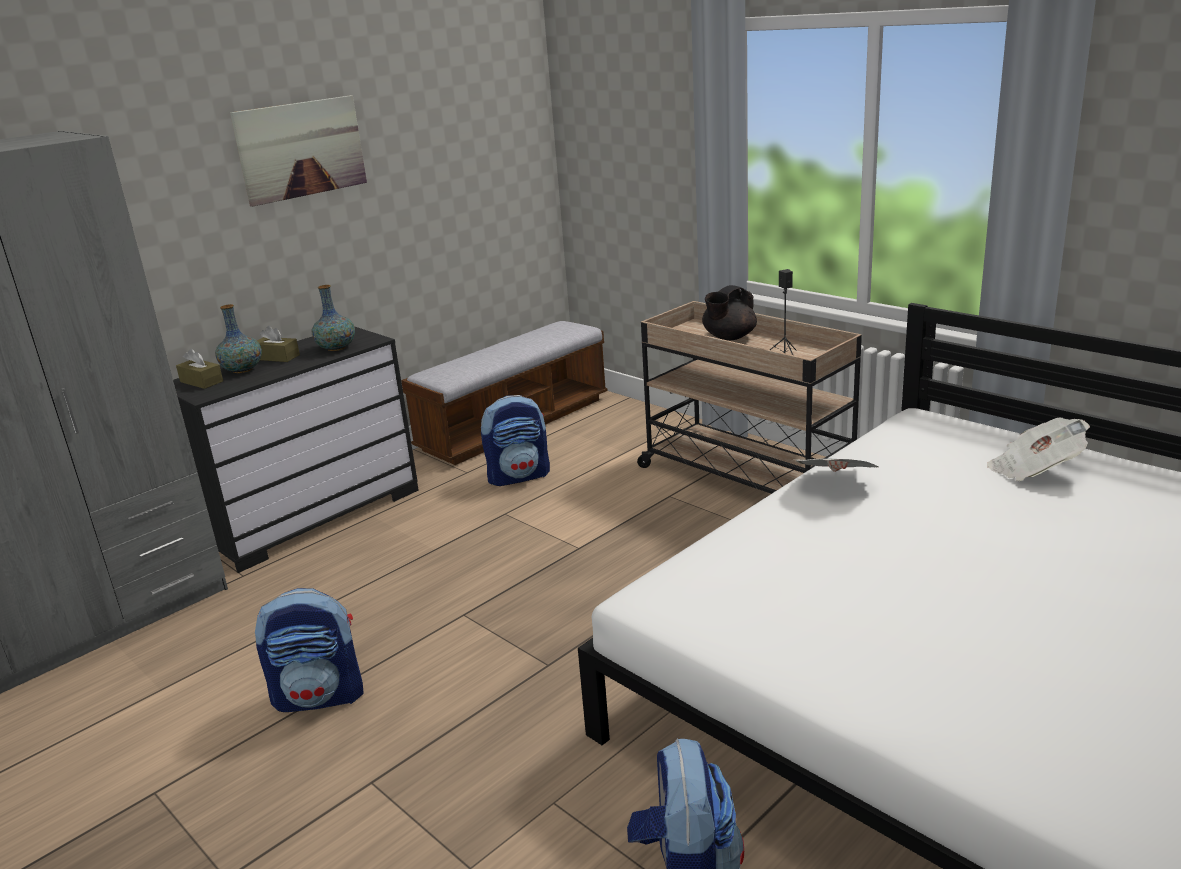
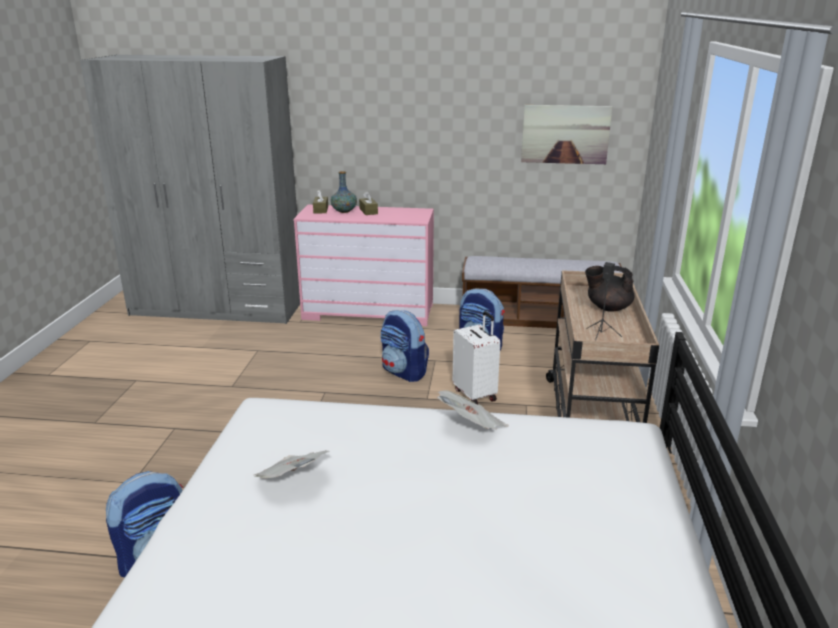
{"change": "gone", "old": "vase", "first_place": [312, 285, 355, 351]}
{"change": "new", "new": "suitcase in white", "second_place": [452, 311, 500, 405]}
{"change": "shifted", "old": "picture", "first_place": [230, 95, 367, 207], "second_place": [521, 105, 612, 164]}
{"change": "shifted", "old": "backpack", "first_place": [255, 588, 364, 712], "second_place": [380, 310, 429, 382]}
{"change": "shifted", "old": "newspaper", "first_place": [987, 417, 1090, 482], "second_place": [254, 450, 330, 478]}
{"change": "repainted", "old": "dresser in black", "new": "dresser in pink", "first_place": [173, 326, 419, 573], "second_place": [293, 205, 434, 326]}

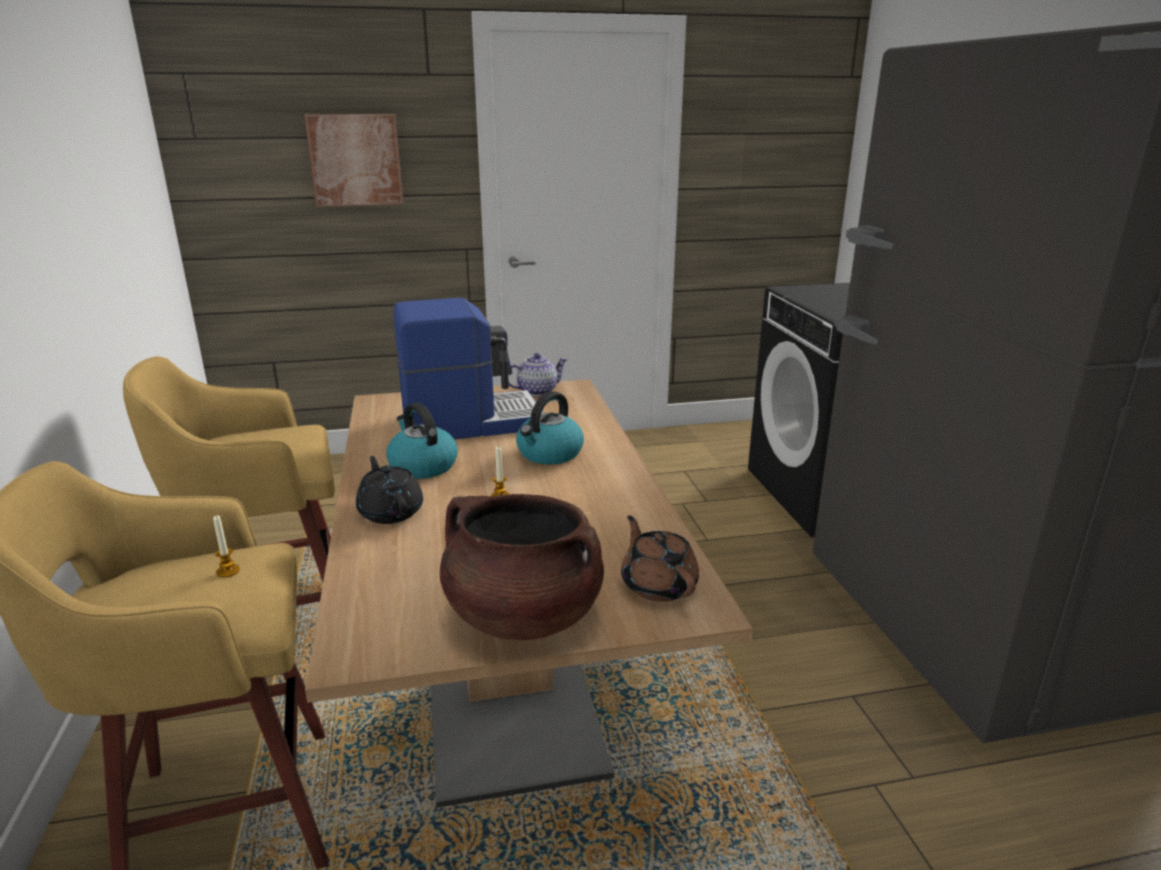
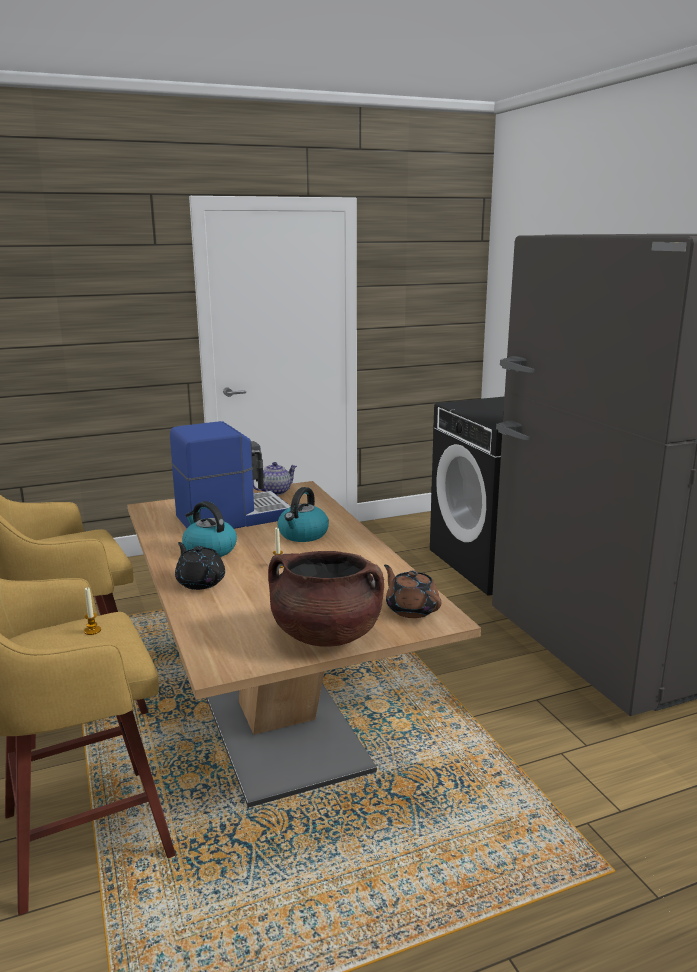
{"change": "gone", "old": "picture", "first_place": [304, 114, 403, 207]}

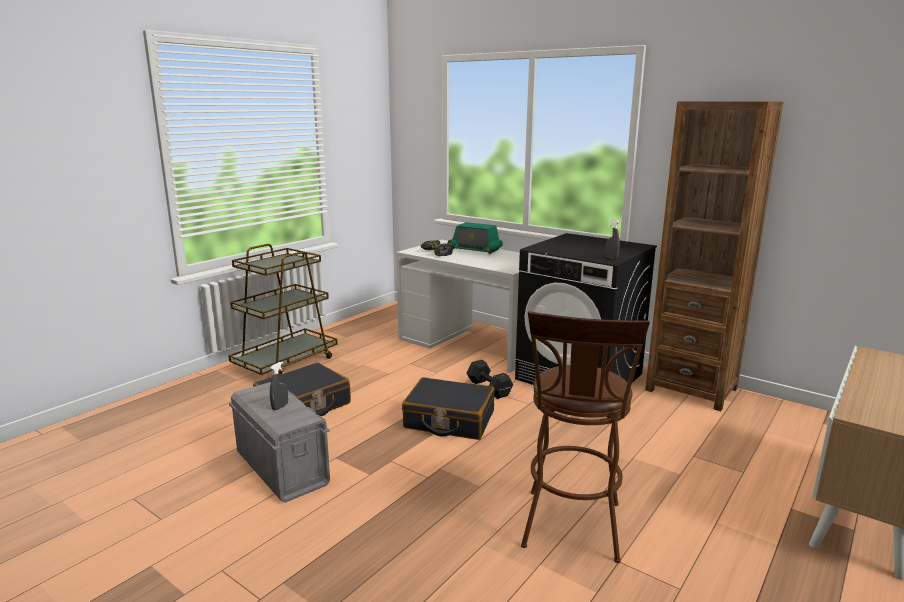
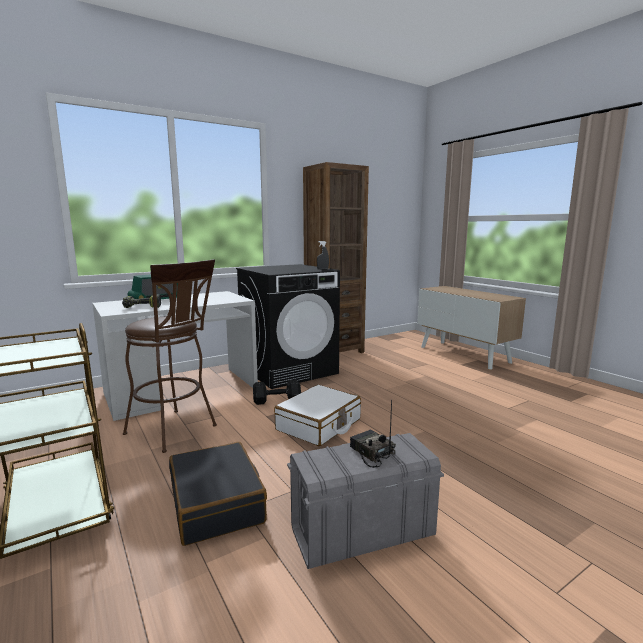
{"change": "shifted", "old": "stool in brown", "first_place": [521, 311, 650, 563], "second_place": [123, 259, 217, 453]}
{"change": "swapped", "old": "spray bottle in grey", "new": "radio", "first_place": [270, 361, 288, 410], "second_place": [350, 400, 396, 468]}
{"change": "repainted", "old": "suitcase in black", "new": "suitcase in white", "first_place": [402, 377, 495, 440], "second_place": [274, 385, 361, 446]}

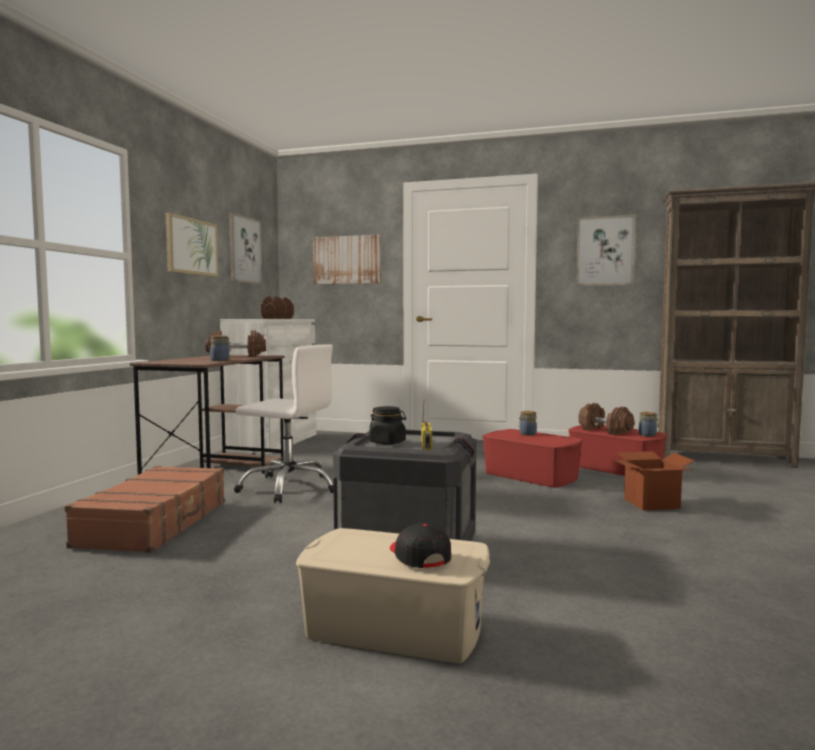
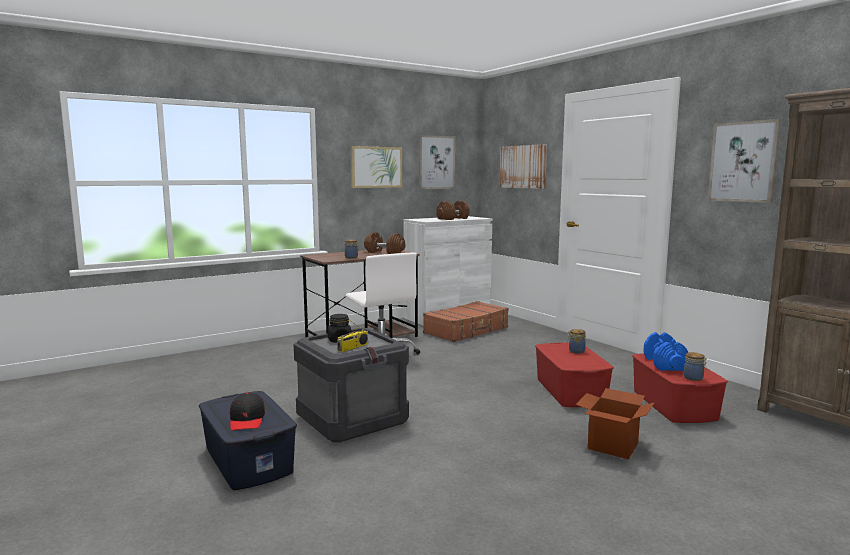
{"change": "shifted", "old": "suitcase in brown", "first_place": [65, 466, 225, 553], "second_place": [423, 301, 509, 342]}
{"change": "repainted", "old": "storage box in beige", "new": "storage box in blue", "first_place": [296, 528, 490, 663], "second_place": [199, 391, 297, 490]}
{"change": "repainted", "old": "dumbbell in brown", "new": "dumbbell in blue", "first_place": [578, 403, 634, 435], "second_place": [643, 332, 688, 371]}
{"change": "rotated", "old": "cap in black", "first_place": [390, 523, 451, 568], "second_place": [230, 393, 265, 430], "degrees": 150}

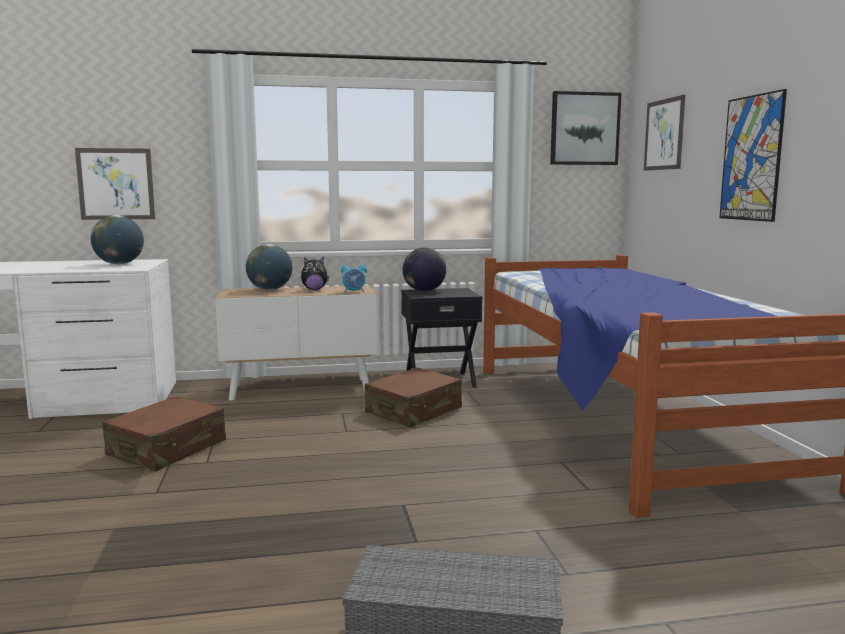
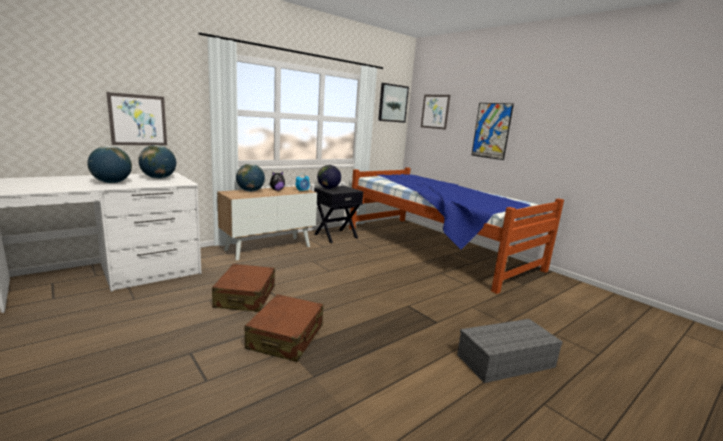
{"change": "new", "new": "globe", "second_place": [87, 146, 132, 183]}
{"change": "shifted", "old": "suitcase in brown", "first_place": [365, 368, 462, 428], "second_place": [245, 294, 324, 362]}

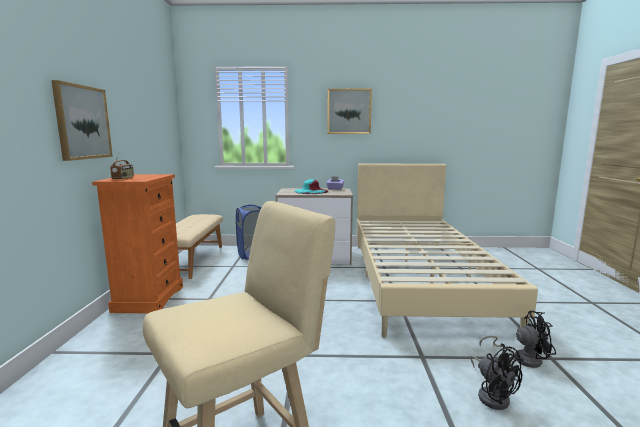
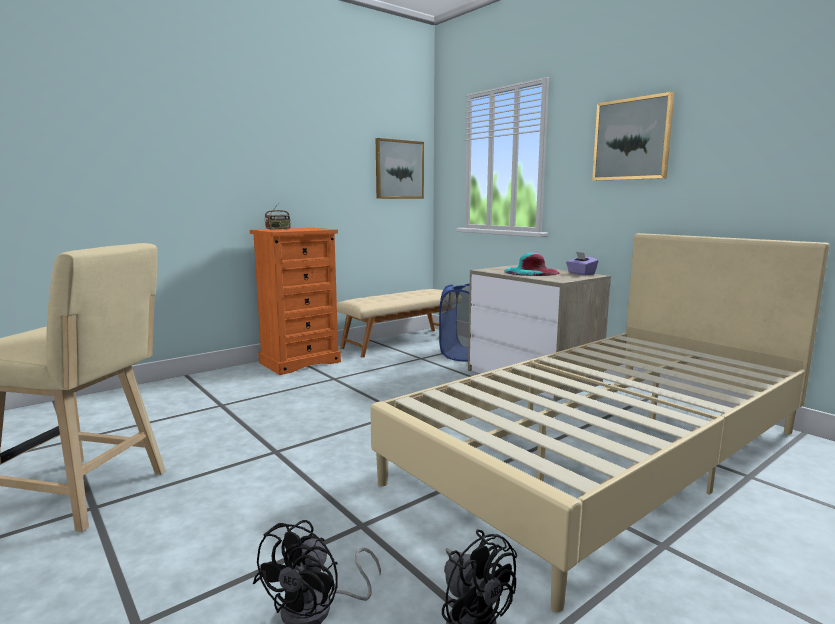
{"change": "shifted", "old": "picture", "first_place": [51, 80, 113, 161], "second_place": [376, 138, 424, 199]}

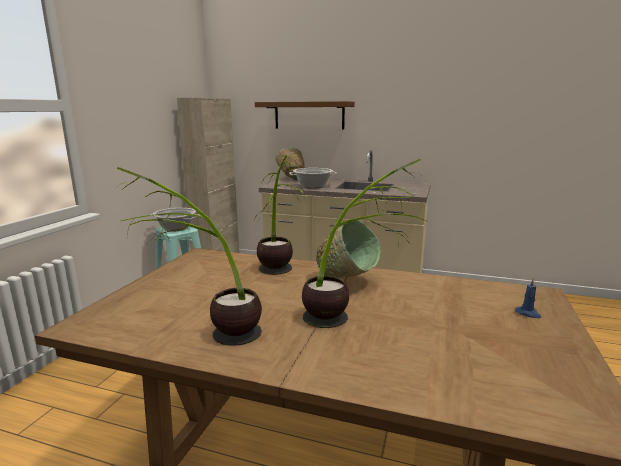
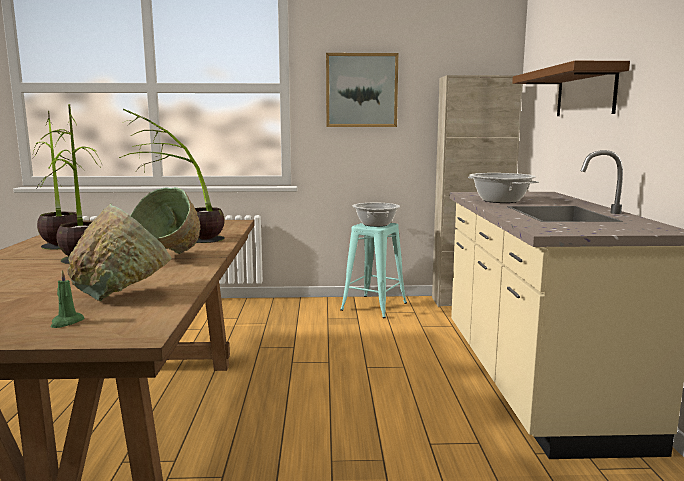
{"change": "new", "new": "picture", "second_place": [326, 53, 398, 127]}
{"change": "shifted", "old": "bowl in green", "first_place": [275, 148, 305, 180], "second_place": [67, 204, 172, 301]}
{"change": "repainted", "old": "candle in blue", "new": "candle in green", "first_place": [515, 279, 541, 318], "second_place": [51, 270, 84, 328]}

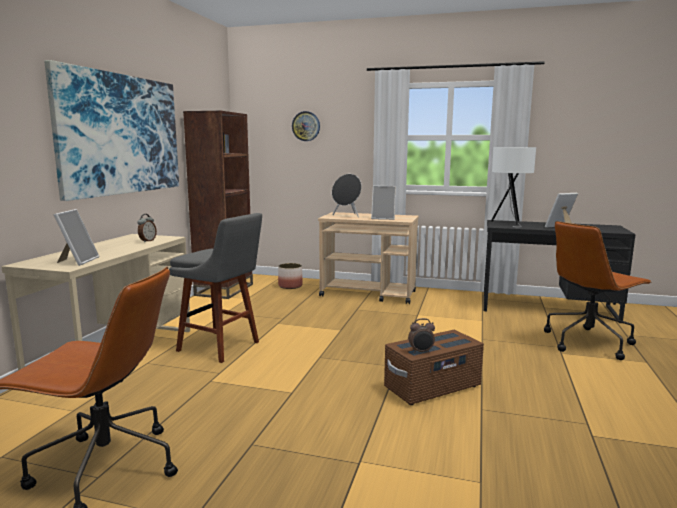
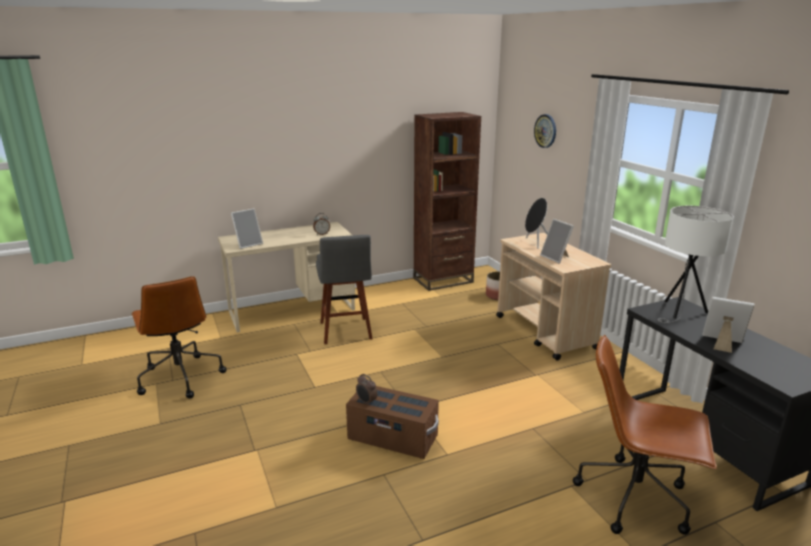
{"change": "gone", "old": "picture", "first_place": [44, 60, 179, 201]}

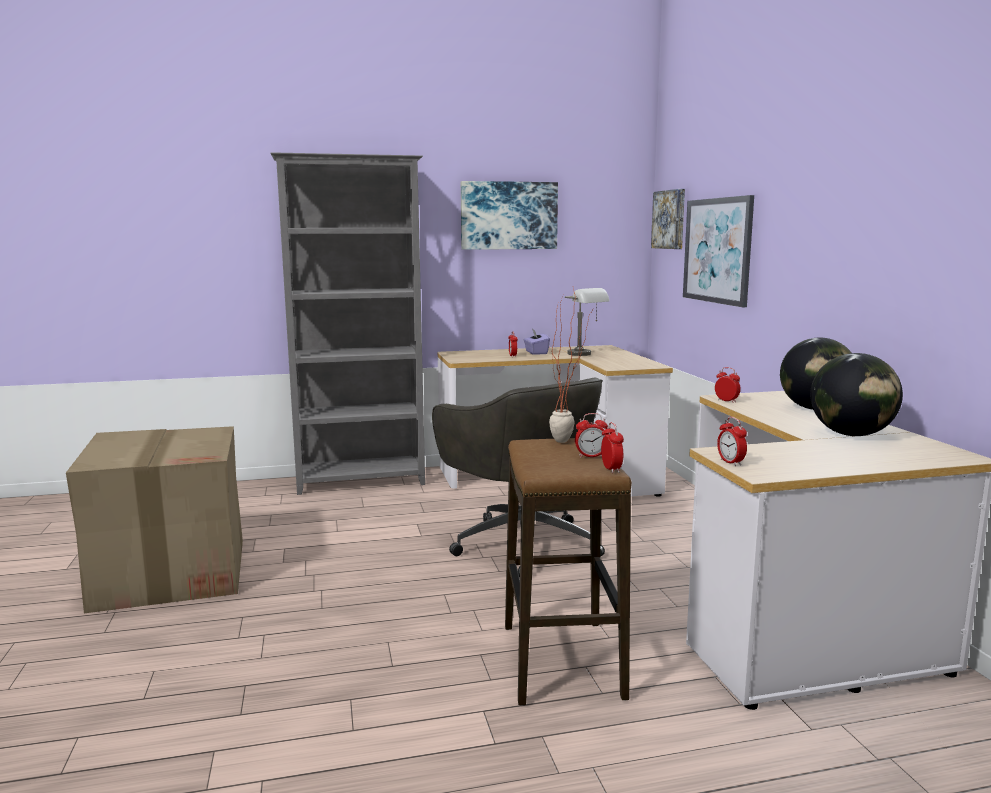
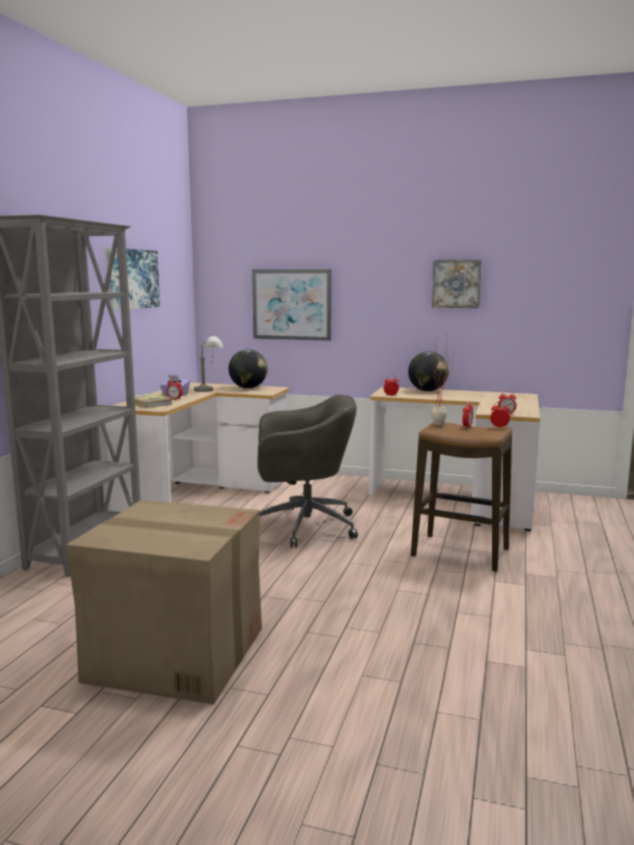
{"change": "new", "new": "book", "second_place": [135, 393, 173, 408]}
{"change": "shifted", "old": "picture", "first_place": [651, 189, 685, 249], "second_place": [432, 260, 482, 308]}
{"change": "shifted", "old": "globe", "first_place": [810, 353, 903, 436], "second_place": [229, 349, 267, 388]}

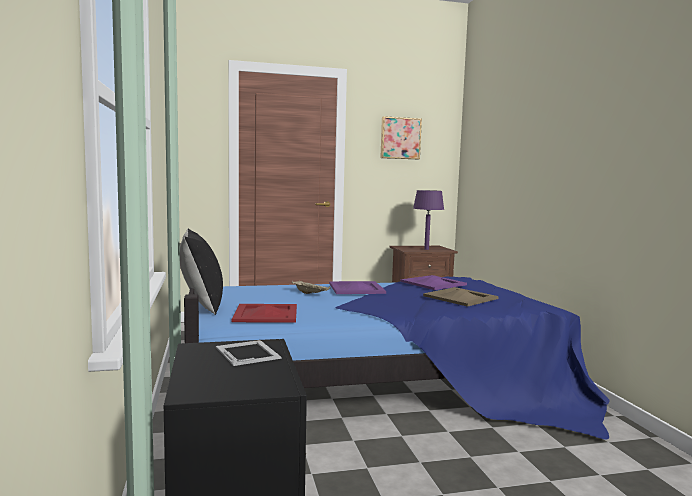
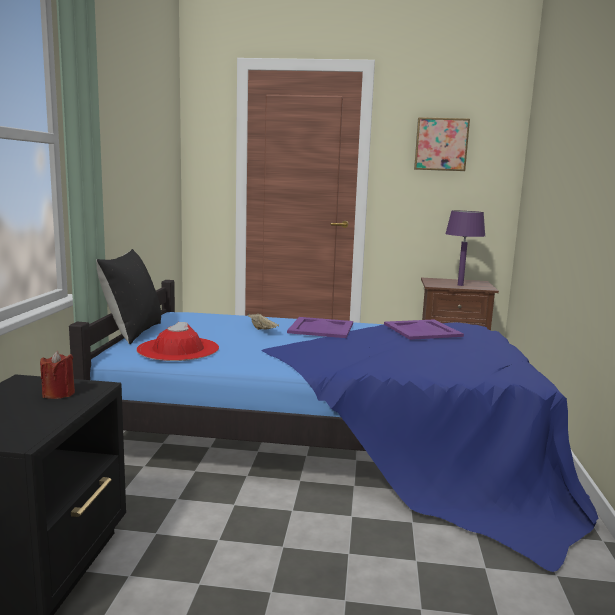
{"change": "gone", "old": "tray in beige", "first_place": [423, 287, 499, 307]}
{"change": "swapped", "old": "picture frame", "new": "candle in red", "first_place": [216, 340, 281, 366], "second_place": [40, 351, 75, 399]}
{"change": "swapped", "old": "tray in red", "new": "hat in red", "first_place": [232, 304, 297, 323], "second_place": [136, 322, 219, 361]}

